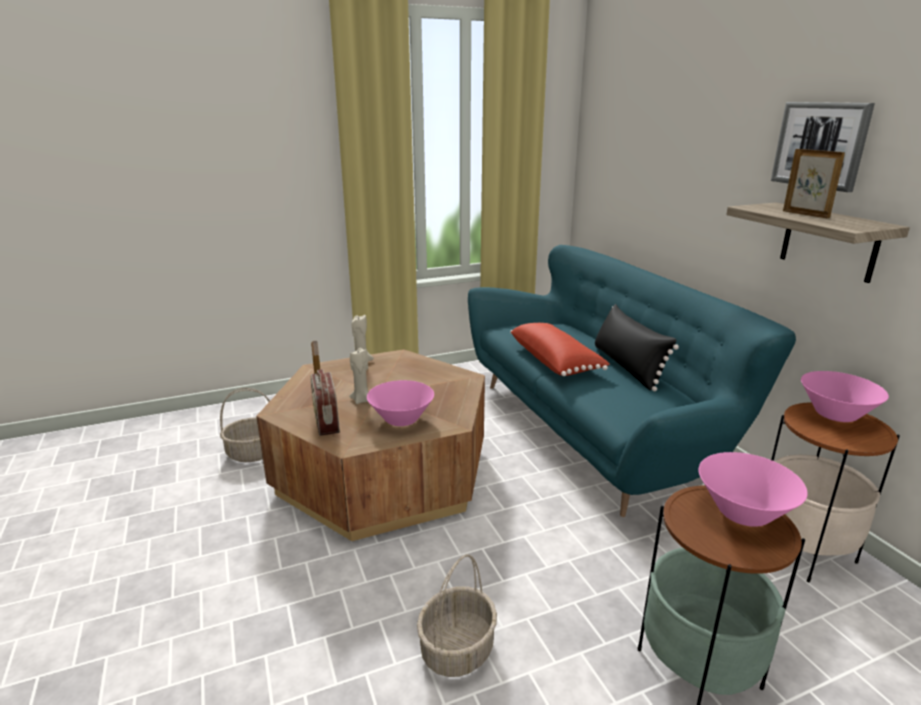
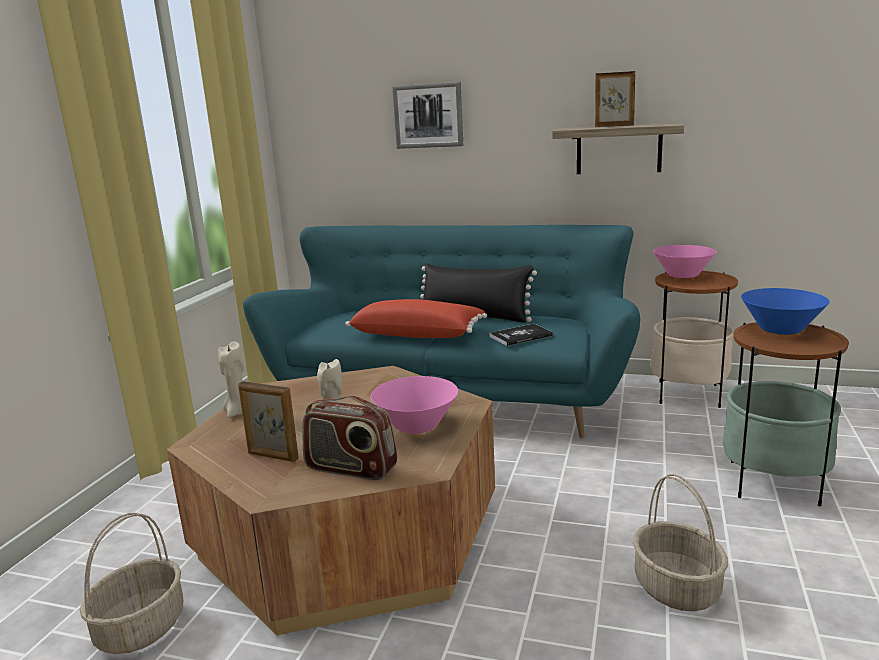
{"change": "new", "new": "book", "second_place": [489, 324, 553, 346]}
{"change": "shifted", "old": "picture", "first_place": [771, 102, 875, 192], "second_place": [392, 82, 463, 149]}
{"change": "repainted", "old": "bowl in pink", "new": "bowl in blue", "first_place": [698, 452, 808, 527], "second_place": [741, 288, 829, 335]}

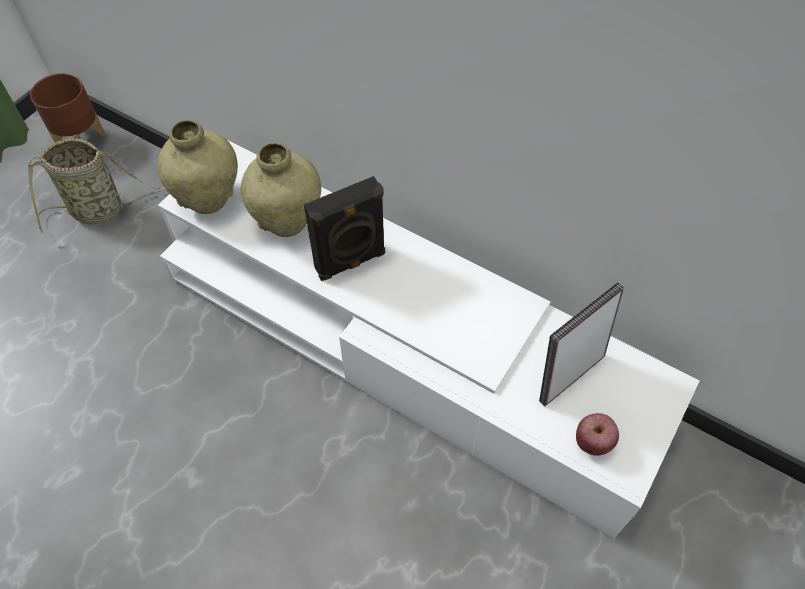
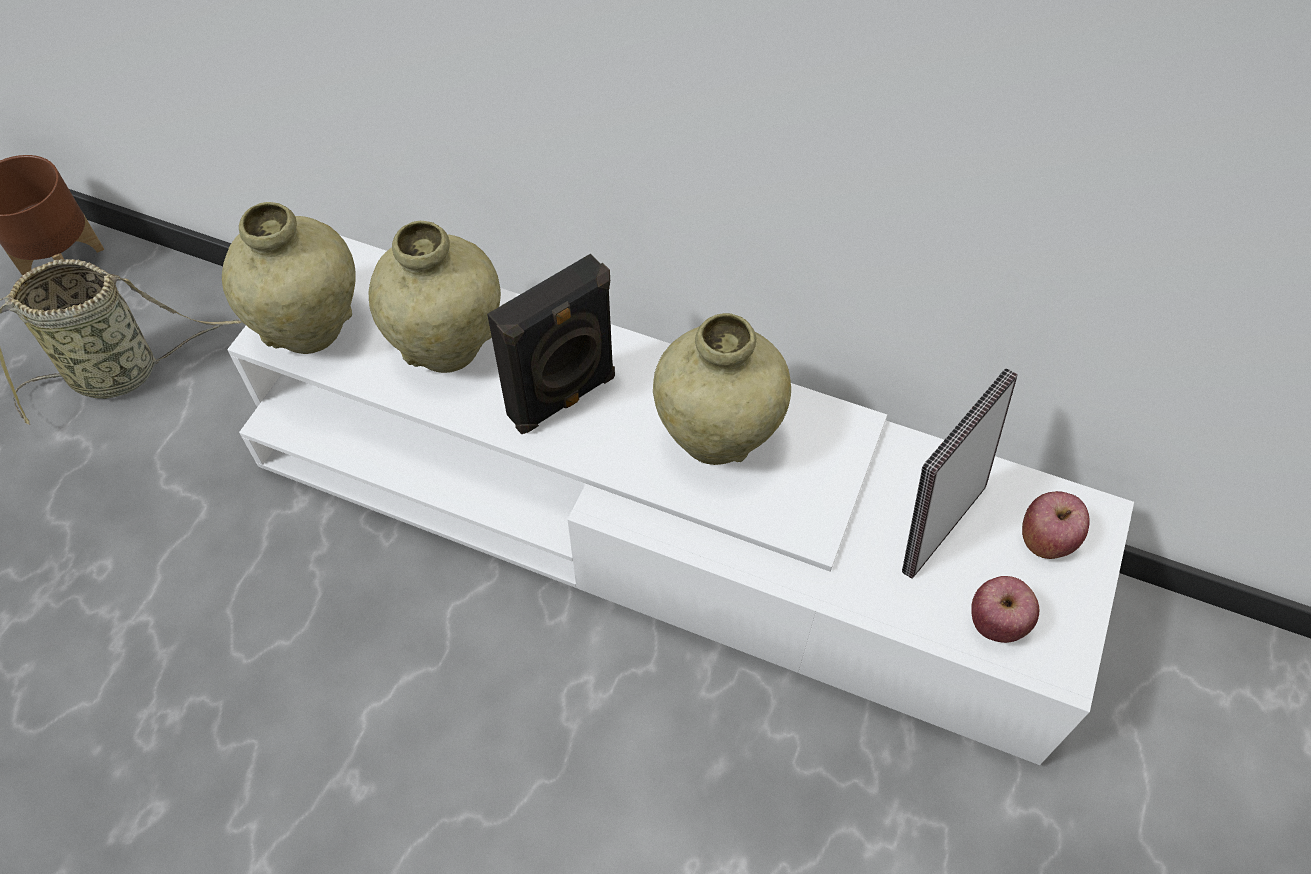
{"change": "new", "new": "vase in beige", "second_place": [653, 313, 791, 465]}
{"change": "new", "new": "apple", "second_place": [1022, 491, 1090, 559]}

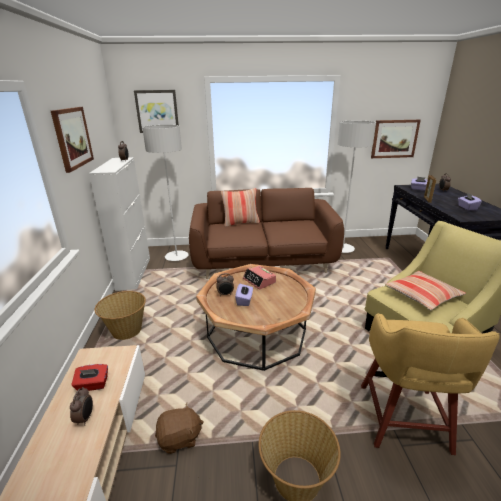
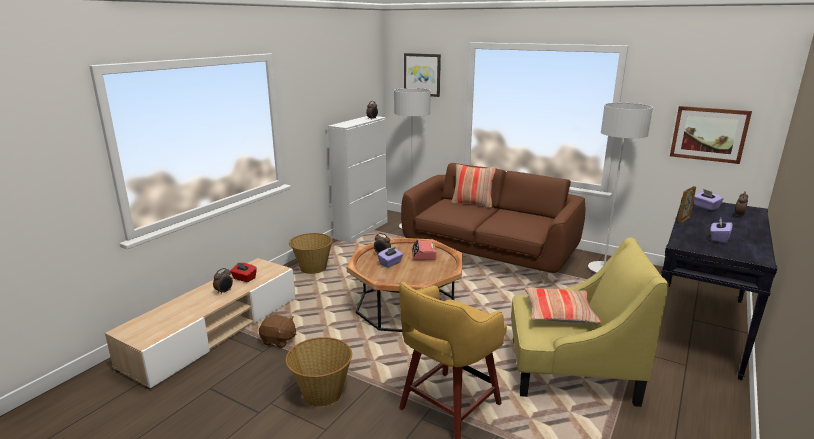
{"change": "gone", "old": "picture", "first_place": [51, 107, 94, 173]}

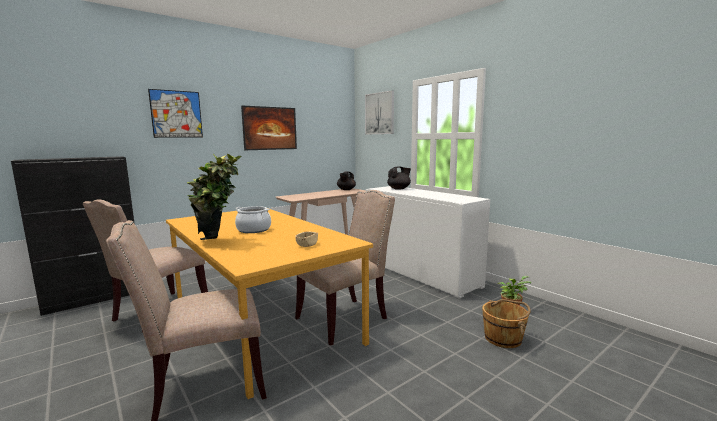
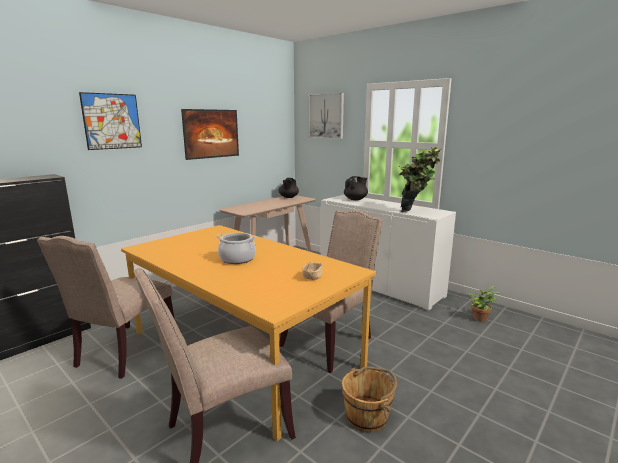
{"change": "shifted", "old": "potted plant", "first_place": [187, 154, 241, 240], "second_place": [399, 147, 441, 212]}
{"change": "shifted", "old": "bucket in brown", "first_place": [482, 299, 531, 348], "second_place": [342, 366, 397, 432]}

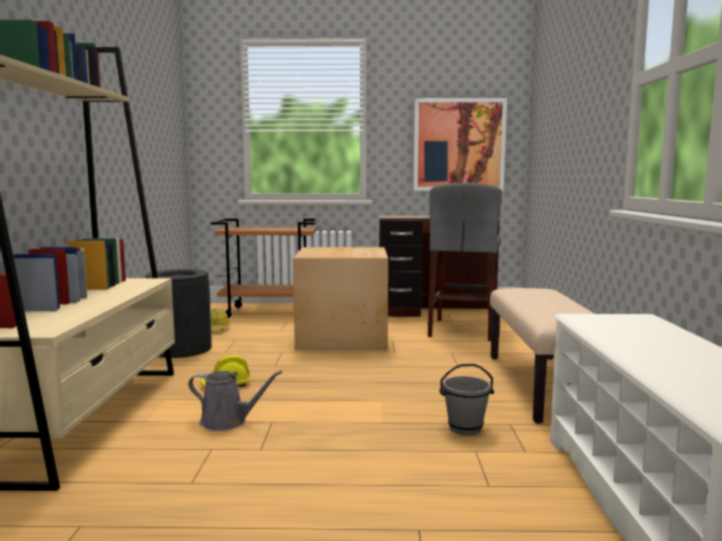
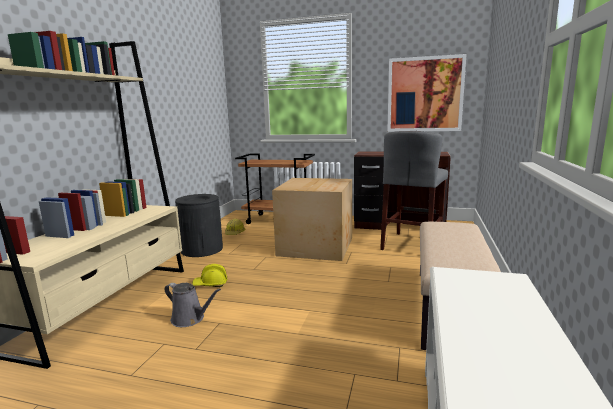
{"change": "gone", "old": "bucket in grey", "first_place": [439, 364, 494, 435]}

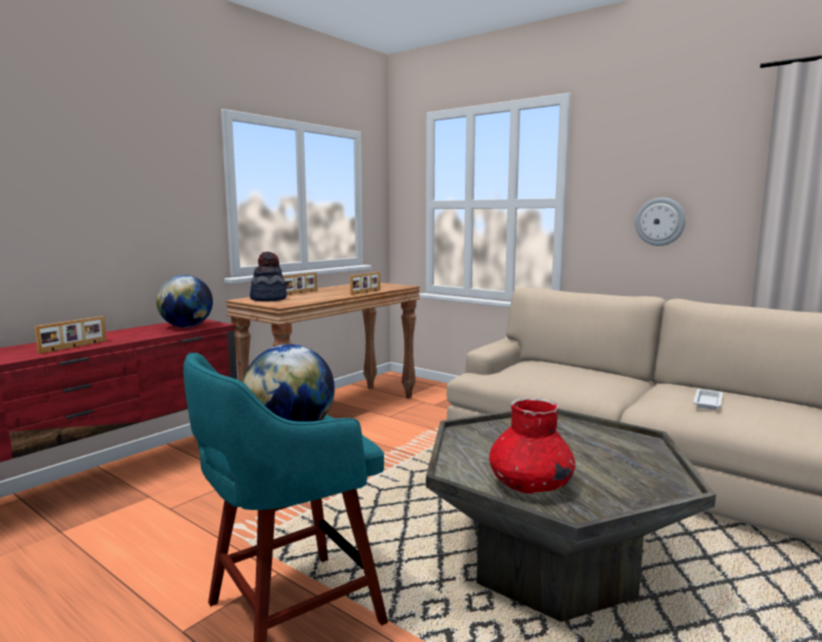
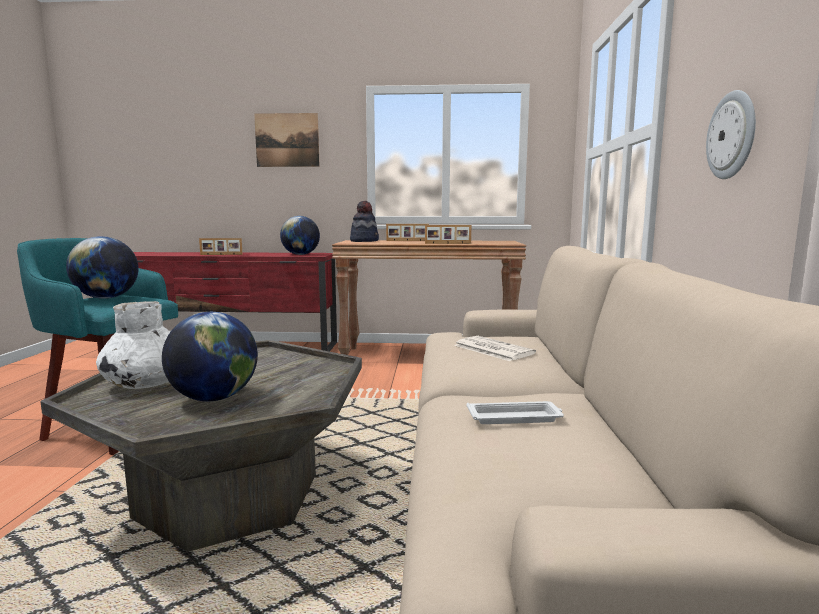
{"change": "new", "new": "globe", "second_place": [162, 312, 258, 401]}
{"change": "new", "new": "picture", "second_place": [254, 113, 320, 167]}
{"change": "new", "new": "newspaper", "second_place": [454, 336, 536, 361]}
{"change": "repainted", "old": "vase in red", "new": "vase in white", "first_place": [489, 398, 575, 494], "second_place": [96, 301, 170, 389]}

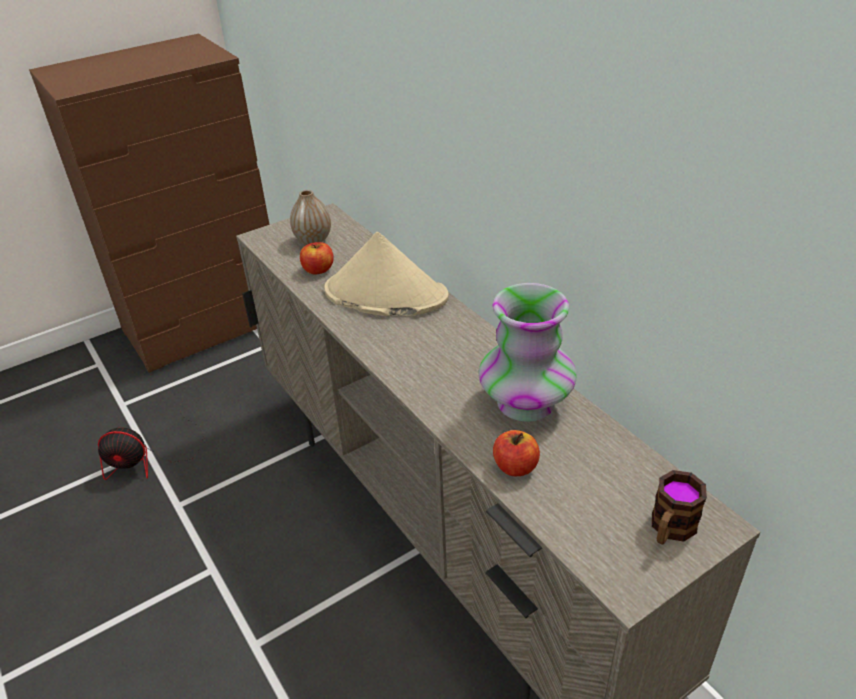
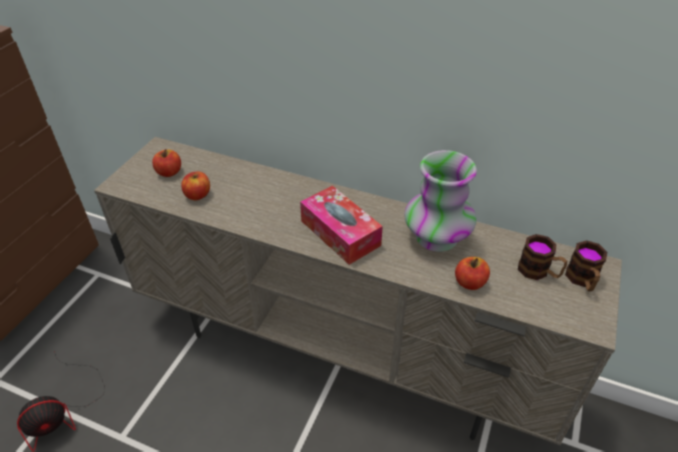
{"change": "gone", "old": "hat in beige", "first_place": [325, 232, 449, 316]}
{"change": "new", "new": "tissue box", "second_place": [300, 186, 383, 265]}
{"change": "new", "new": "mug", "second_place": [518, 234, 567, 280]}
{"change": "swapped", "old": "vase", "new": "apple", "first_place": [290, 190, 331, 245], "second_place": [152, 149, 181, 177]}

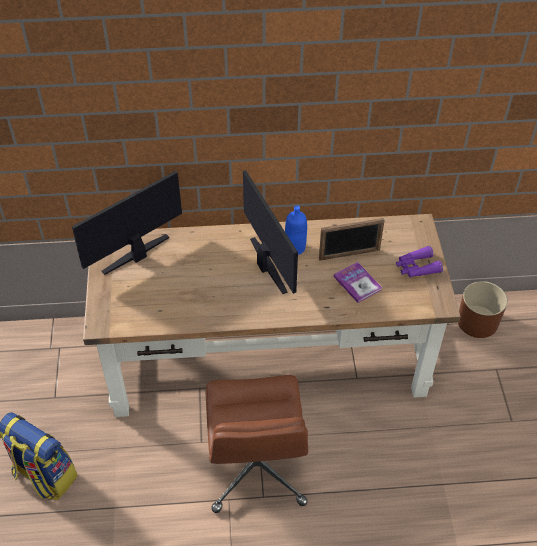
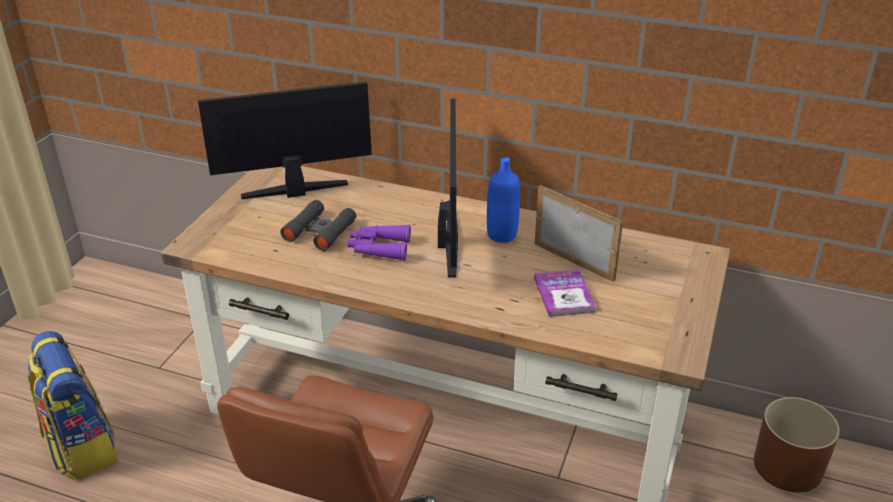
{"change": "new", "new": "binoculars in black", "second_place": [281, 200, 356, 251]}
{"change": "shifted", "old": "binoculars in purple", "first_place": [396, 246, 443, 277], "second_place": [347, 225, 411, 261]}
{"change": "rotated", "old": "picture frame", "first_place": [319, 218, 385, 261], "second_place": [535, 185, 623, 282], "degrees": -150}

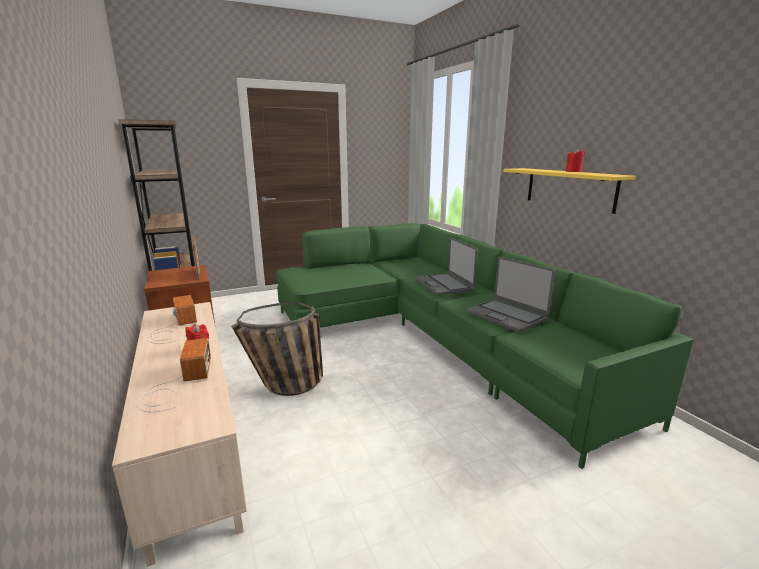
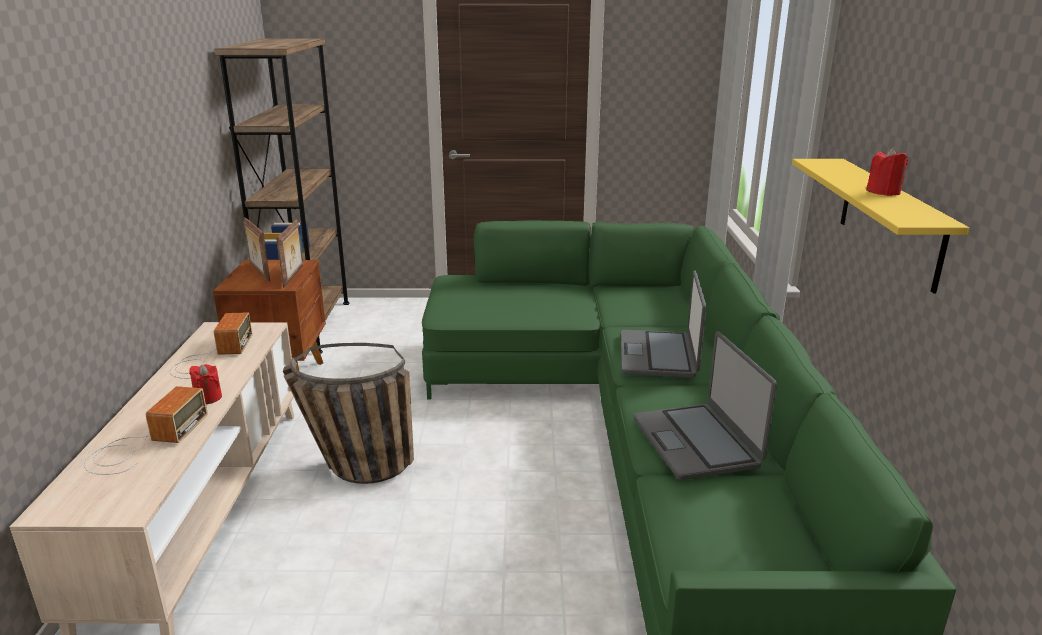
{"change": "new", "new": "picture frame", "second_place": [244, 217, 270, 281]}

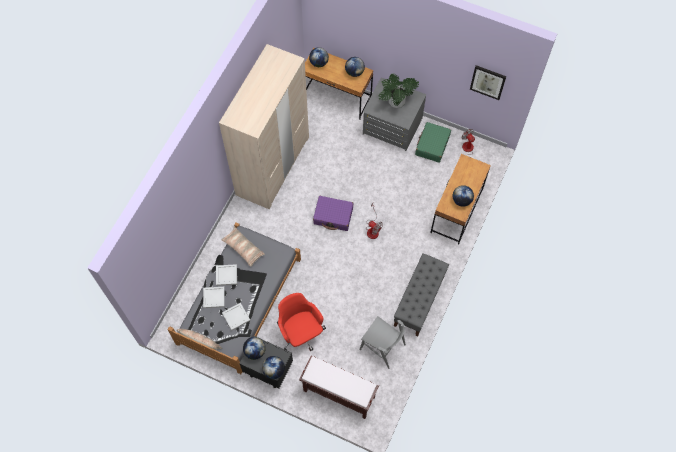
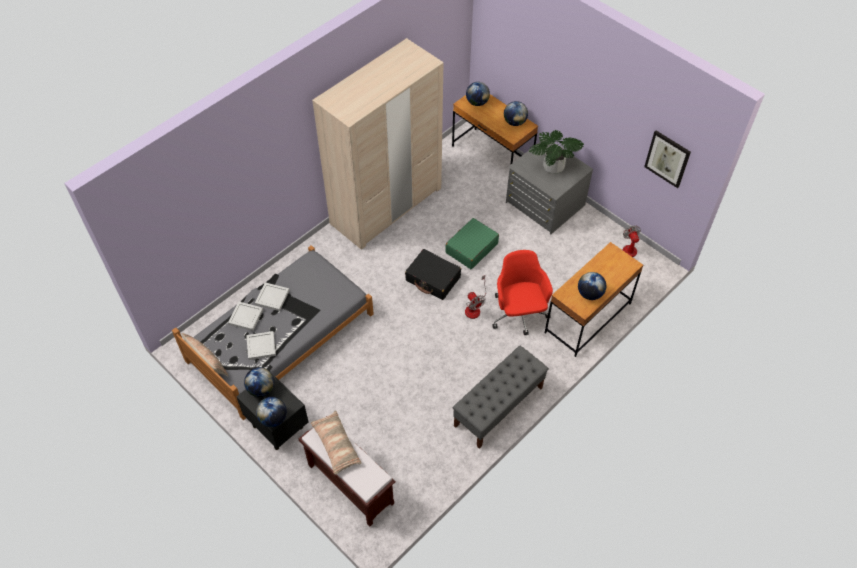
{"change": "gone", "old": "chair in grey", "first_place": [359, 316, 406, 369]}
{"change": "shifted", "old": "pillow", "first_place": [222, 227, 265, 267], "second_place": [311, 411, 362, 474]}
{"change": "shifted", "old": "office chair in red", "first_place": [277, 293, 326, 351], "second_place": [492, 250, 553, 335]}
{"change": "shifted", "old": "suitcase in green", "first_place": [415, 122, 451, 163], "second_place": [445, 218, 499, 269]}
{"change": "repainted", "old": "suitcase in purple", "new": "suitcase in black", "first_place": [313, 196, 353, 231], "second_place": [405, 249, 461, 300]}

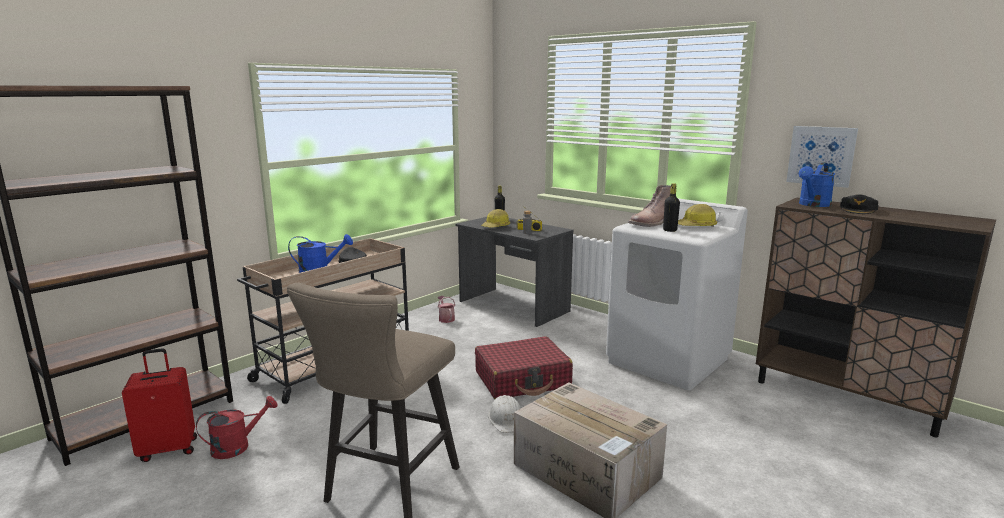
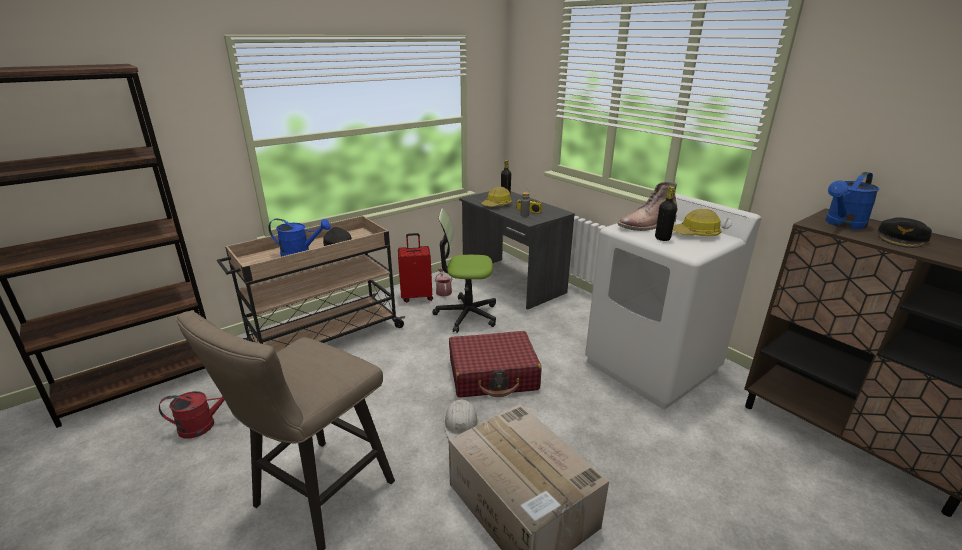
{"change": "gone", "old": "picture", "first_place": [786, 126, 858, 188]}
{"change": "new", "new": "office chair", "second_place": [432, 208, 496, 333]}
{"change": "shifted", "old": "suitcase in red", "first_place": [122, 348, 197, 462], "second_place": [398, 233, 433, 302]}

